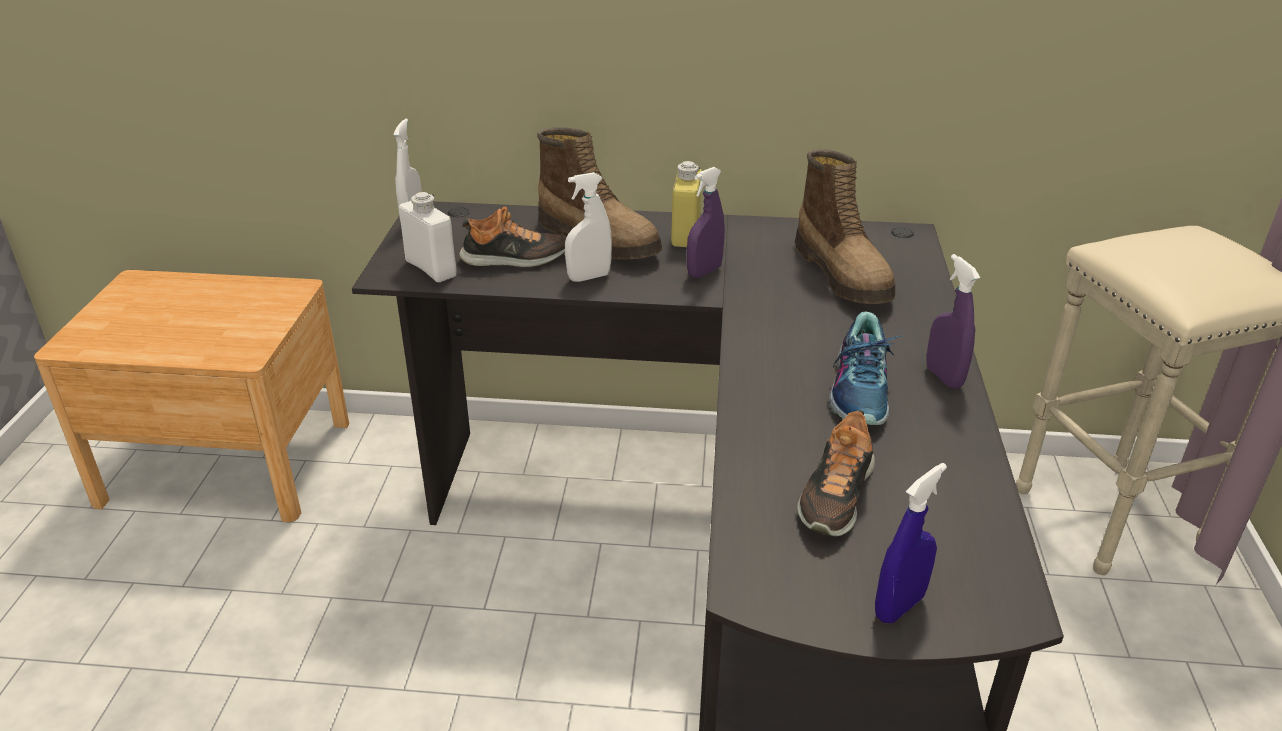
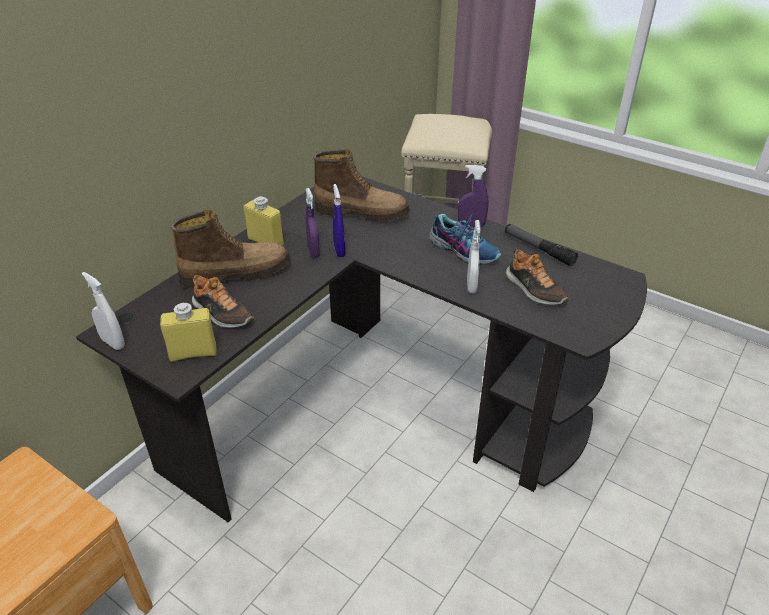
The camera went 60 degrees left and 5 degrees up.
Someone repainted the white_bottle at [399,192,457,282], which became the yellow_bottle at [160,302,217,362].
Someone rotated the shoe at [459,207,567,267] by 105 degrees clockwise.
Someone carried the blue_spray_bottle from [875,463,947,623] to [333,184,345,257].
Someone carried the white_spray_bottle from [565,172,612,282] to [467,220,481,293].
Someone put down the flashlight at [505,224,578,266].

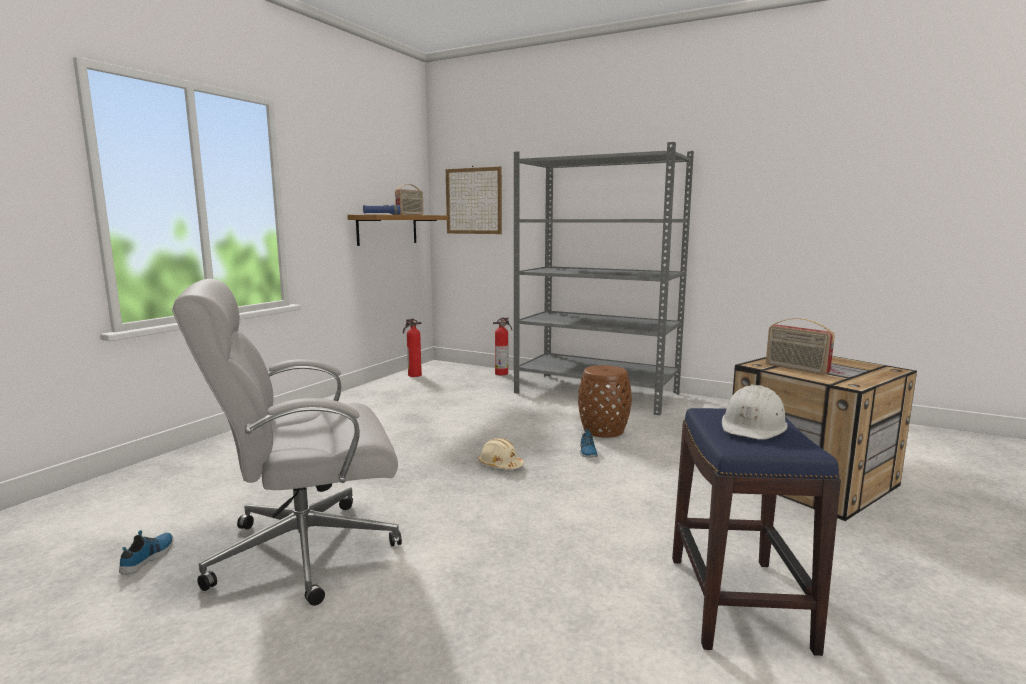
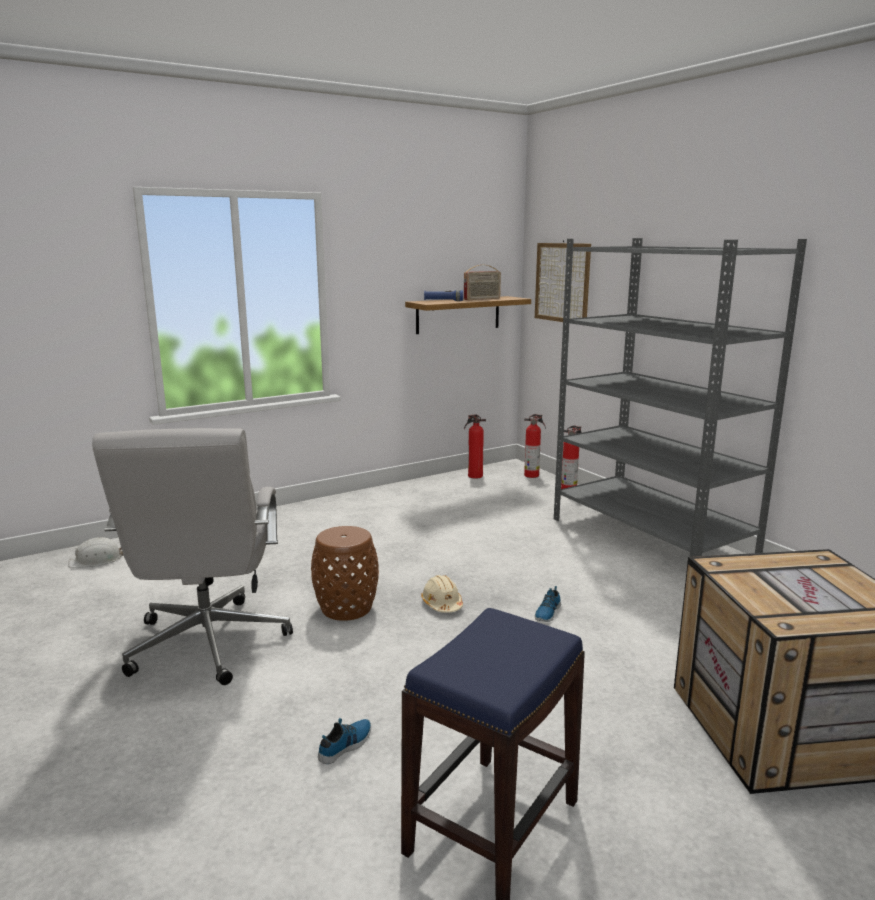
The camera went 30 degrees right and 5 degrees up.
Someone carried the white_hard_hat from [722,384,788,440] to [68,537,123,568].
Someone rotated the grey_office_chair at [172,279,402,606] by 105 degrees counterclockwise.
Someone carried the brown_stool from [578,365,632,438] to [311,526,379,621].
Someone carried the shoe from [119,530,174,575] to [318,718,371,764].
Someone put down the fire_extinguisher at [524,414,546,478].
Someone took away the radio at [766,318,835,375].

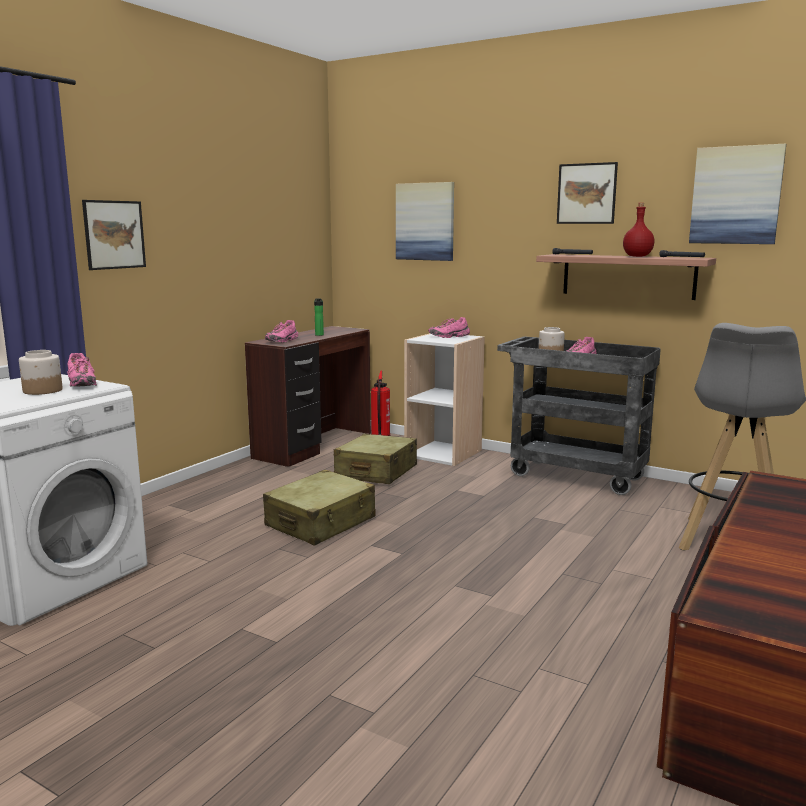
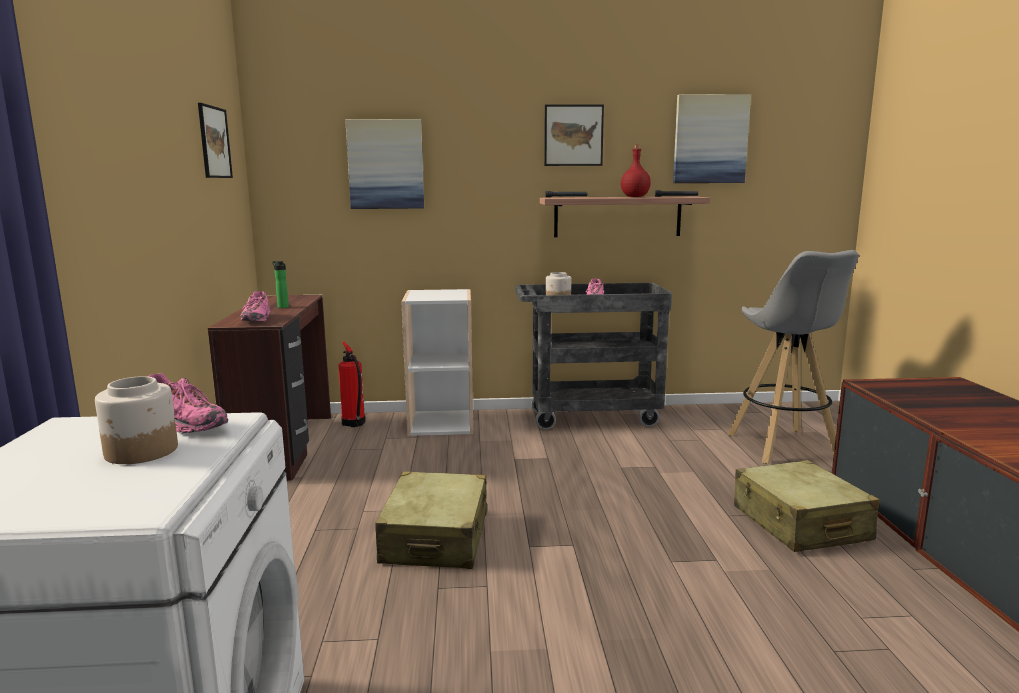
The camera went 35 degrees left and 0 degrees up.
Someone carried the picture from [82,200,146,270] to [198,103,233,178].
Someone carried the beige_suitcase from [334,433,417,484] to [734,460,880,552].
Someone took away the pink_shoe at [428,317,470,338].

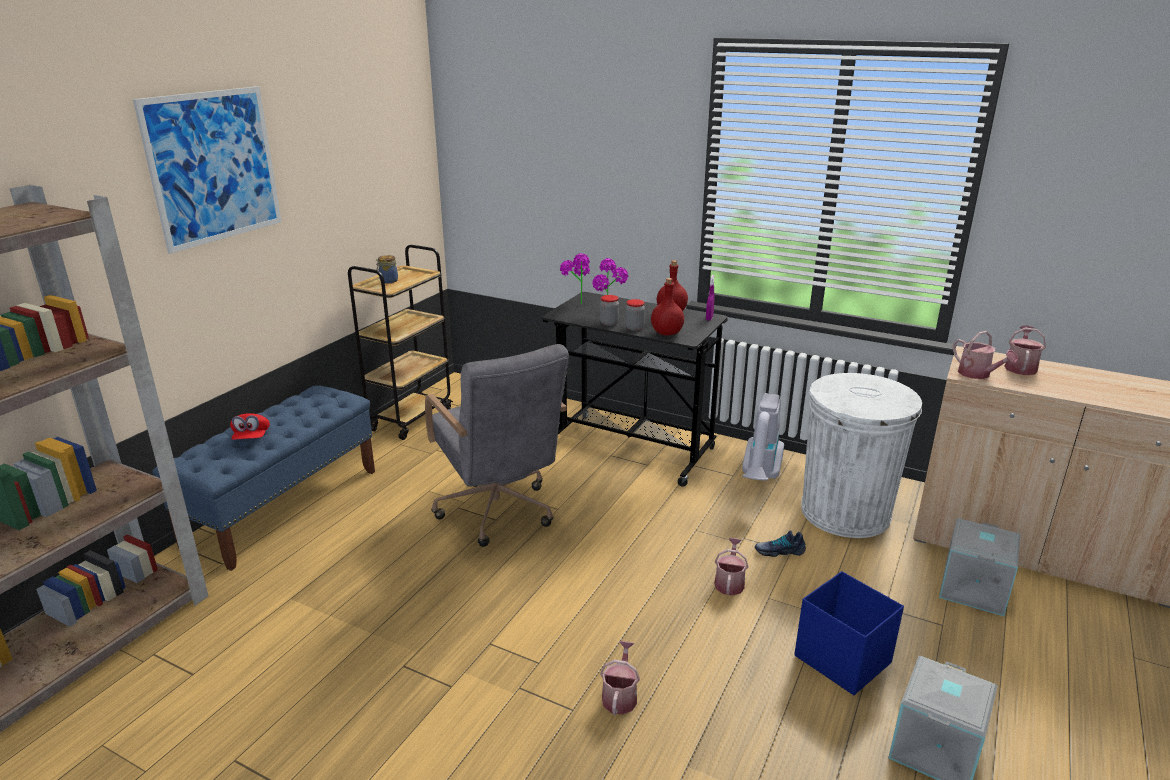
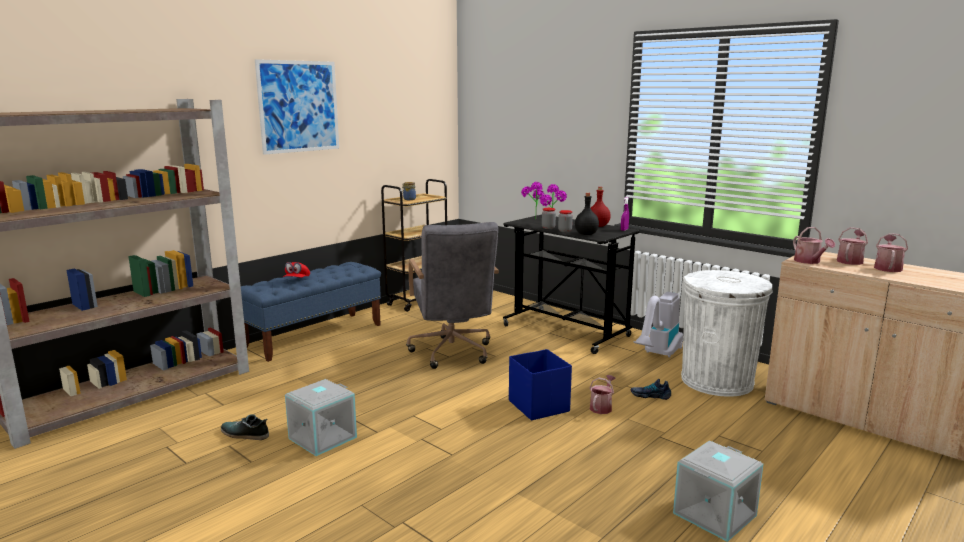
The camera went 15 degrees right and 10 degrees down.
Someone put down the shoe at [221,414,269,440].
Someone carried the grey_storage_box from [939,518,1020,616] to [285,379,357,456].
Someone carried the blue_storage_box from [795,571,904,695] to [509,349,572,421].
Someone repainted the red_bottle at [651,278,684,336], which became the black_bottle at [575,193,599,235].
Someone carried the watering_can from [600,641,640,715] to [874,233,908,272].

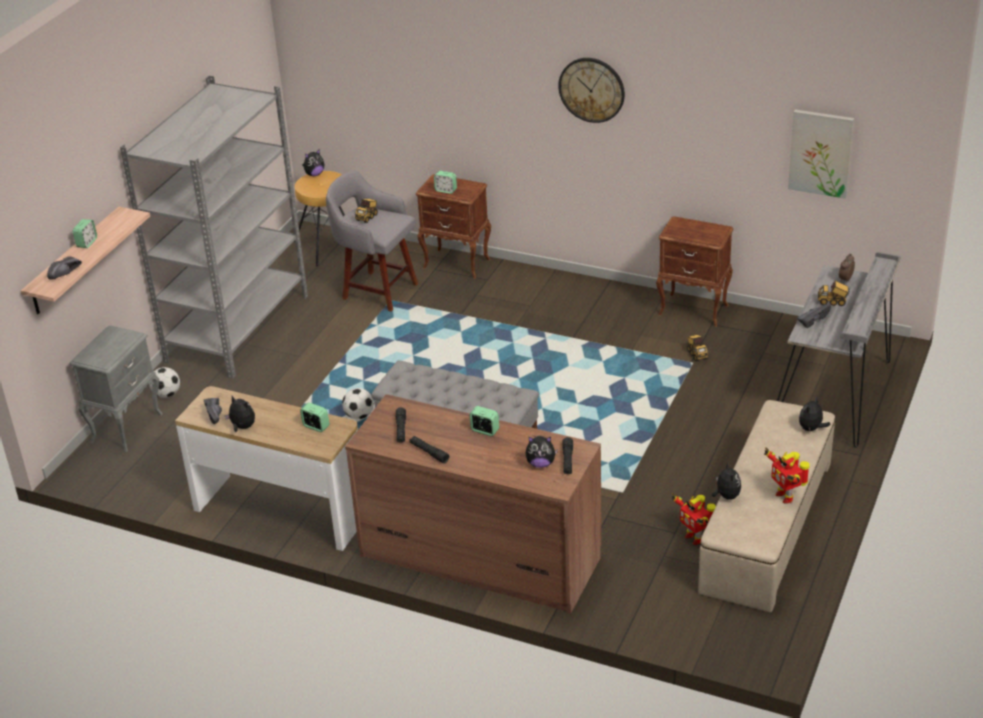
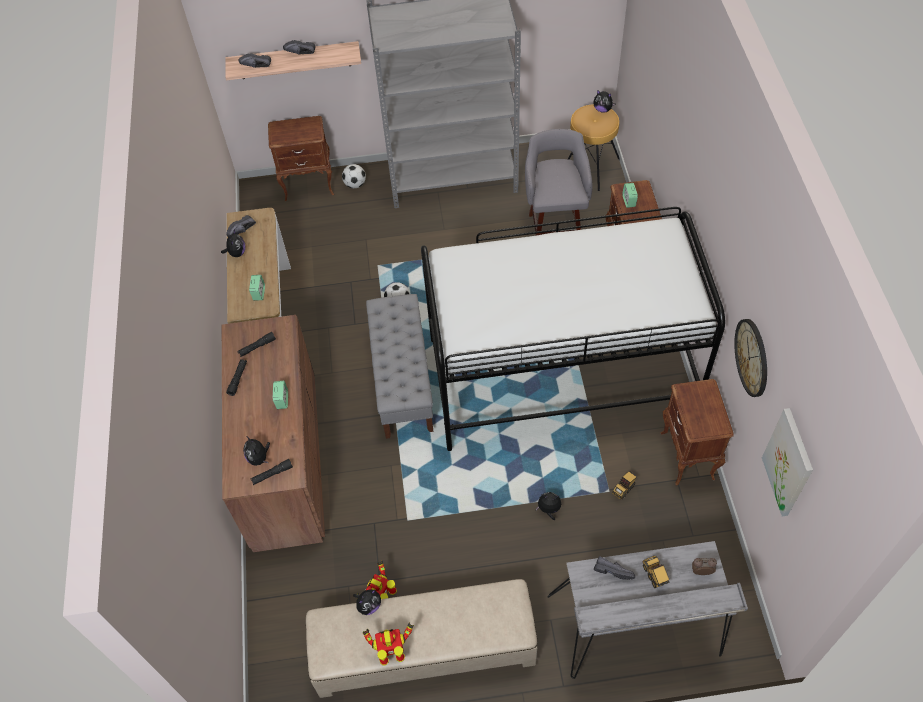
The camera went 60 degrees right and 20 degrees up.
Someone repainted the grey_nightstand at [69,326,163,452], which became the brown_nightstand at [268,116,334,201].
Someone swapped the alarm_clock at [73,219,97,248] for the black_shoe at [283,40,315,55].
Someone rotated the toy_robot at [764,448,810,504] by 45 degrees clockwise.
Someone put down the black_bed at [421,207,725,451].
Someone carried the plush_toy from [799,396,831,432] to [536,492,561,521].
Someone carried the wall_clock from [558,58,625,123] to [734,319,767,397].
Someone took away the toy_truck at [355,199,378,223].

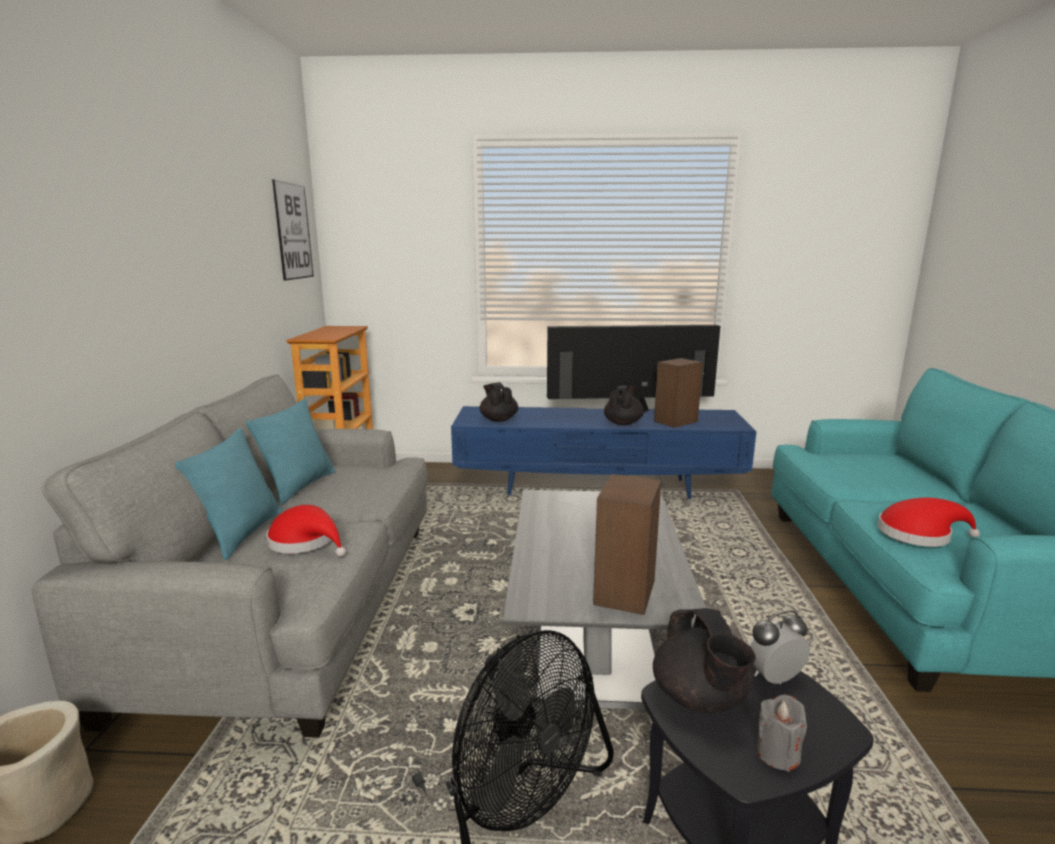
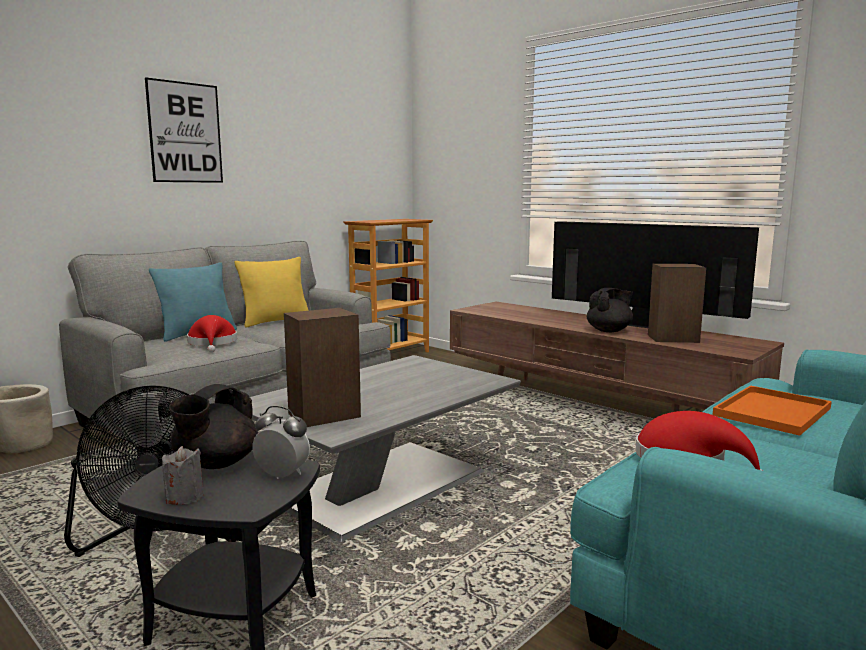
The camera went 40 degrees right and 5 degrees down.
Someone carried the picture from [272,179,314,281] to [145,77,223,183].
Someone repainted the turquoise_pillow at [246,398,336,505], which became the yellow_pillow at [235,257,309,328].
Someone repainted the blue_tv_stand at [451,406,756,499], which became the brown_tv_stand at [450,301,784,412].
Someone put down the orange_tray at [713,385,832,436].
Someone took away the black_teapot at [480,382,518,422].

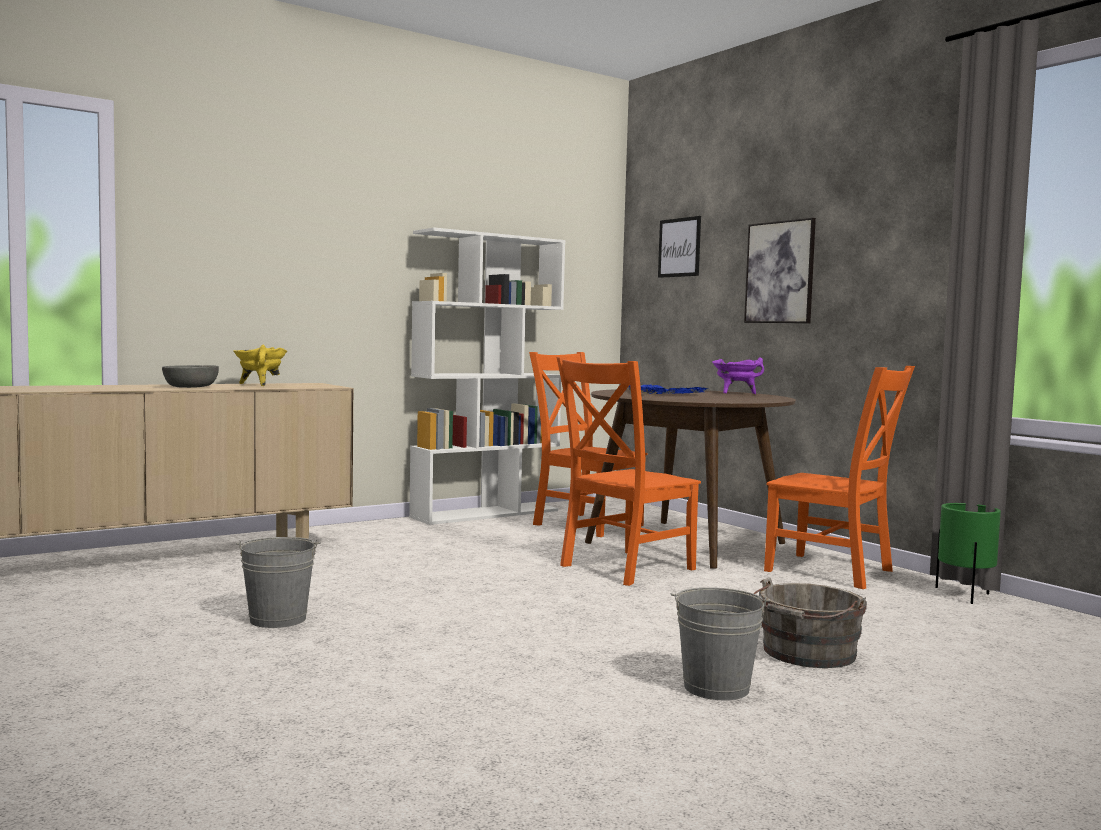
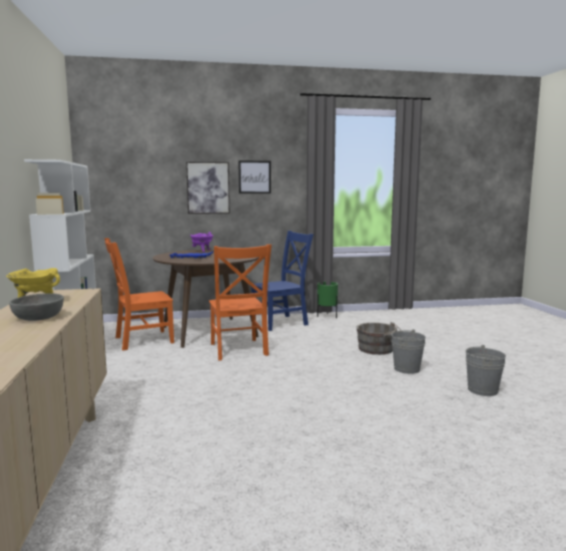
The camera went 65 degrees left and 5 degrees up.
Someone carried the picture from [658,216,701,278] to [239,160,271,194].
Someone repainted the orange_chair at [764,366,915,589], which became the blue_chair at [252,231,314,331].
Someone carried the grey_bucket from [236,537,321,628] to [465,345,506,396].

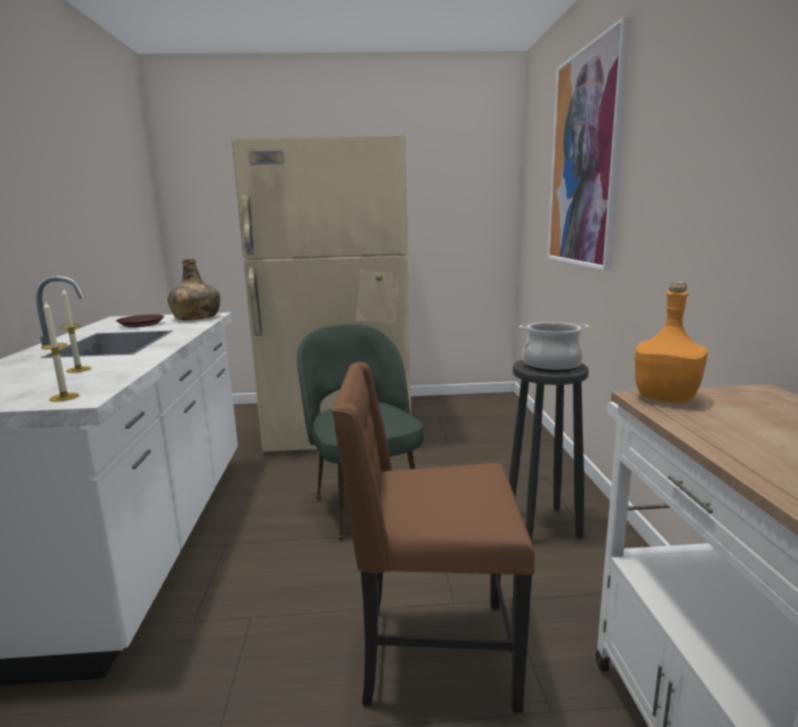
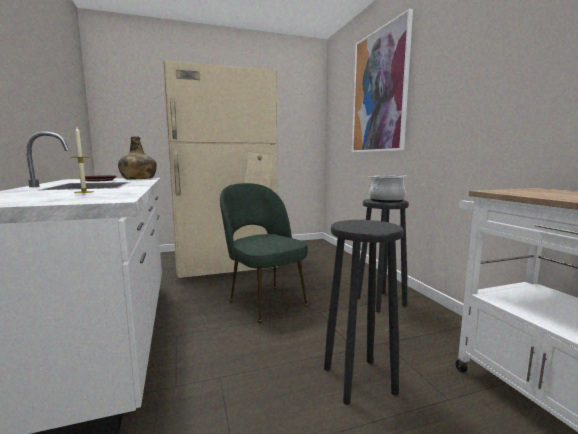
The camera went 15 degrees left and 5 degrees down.
Someone swapped the brown_chair at [331,362,535,713] for the black_stool at [324,220,404,405].
Someone took away the candle at [41,301,79,402].
Someone took away the orange_bottle at [635,282,708,403].

